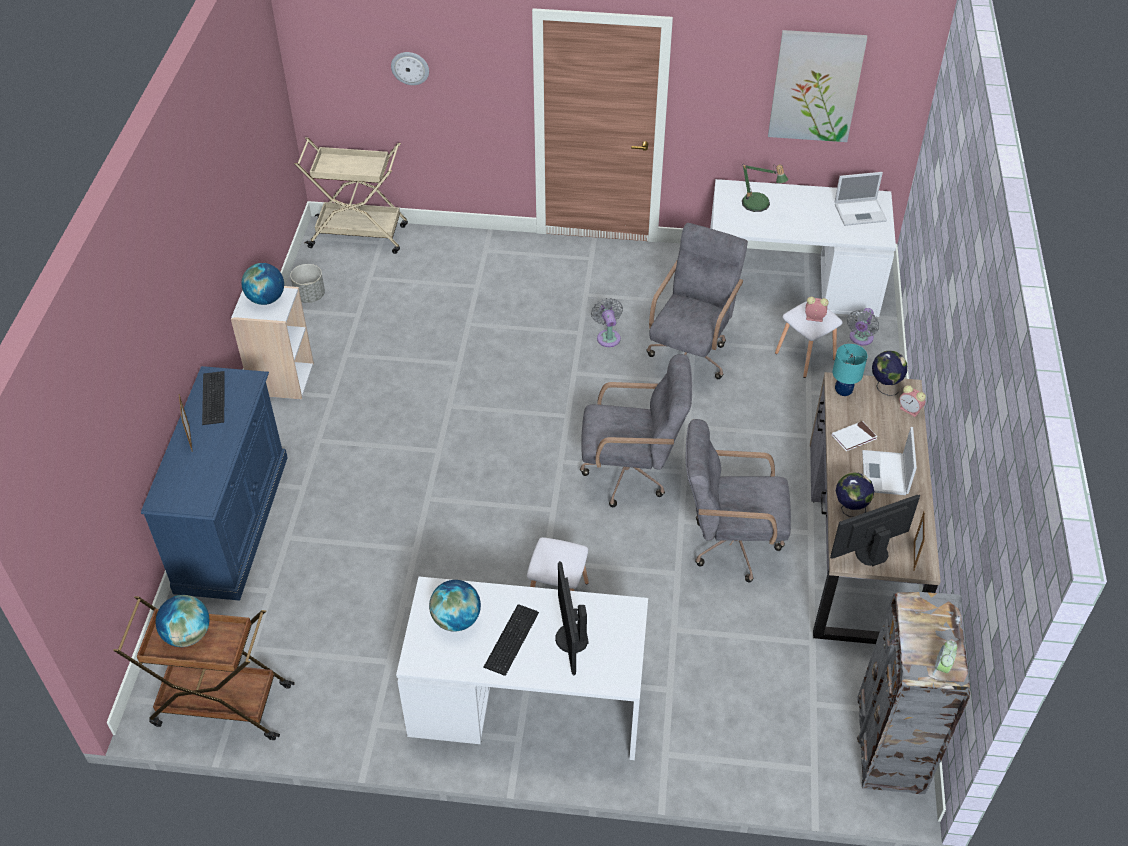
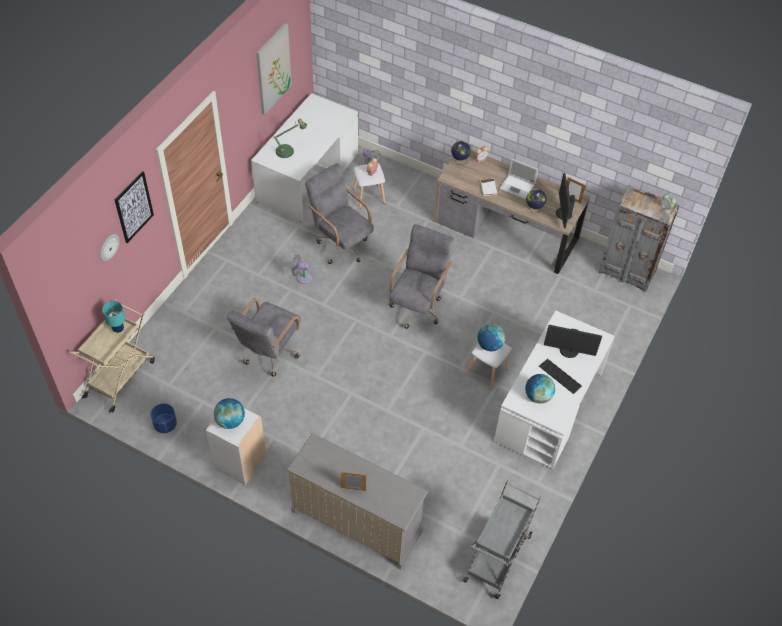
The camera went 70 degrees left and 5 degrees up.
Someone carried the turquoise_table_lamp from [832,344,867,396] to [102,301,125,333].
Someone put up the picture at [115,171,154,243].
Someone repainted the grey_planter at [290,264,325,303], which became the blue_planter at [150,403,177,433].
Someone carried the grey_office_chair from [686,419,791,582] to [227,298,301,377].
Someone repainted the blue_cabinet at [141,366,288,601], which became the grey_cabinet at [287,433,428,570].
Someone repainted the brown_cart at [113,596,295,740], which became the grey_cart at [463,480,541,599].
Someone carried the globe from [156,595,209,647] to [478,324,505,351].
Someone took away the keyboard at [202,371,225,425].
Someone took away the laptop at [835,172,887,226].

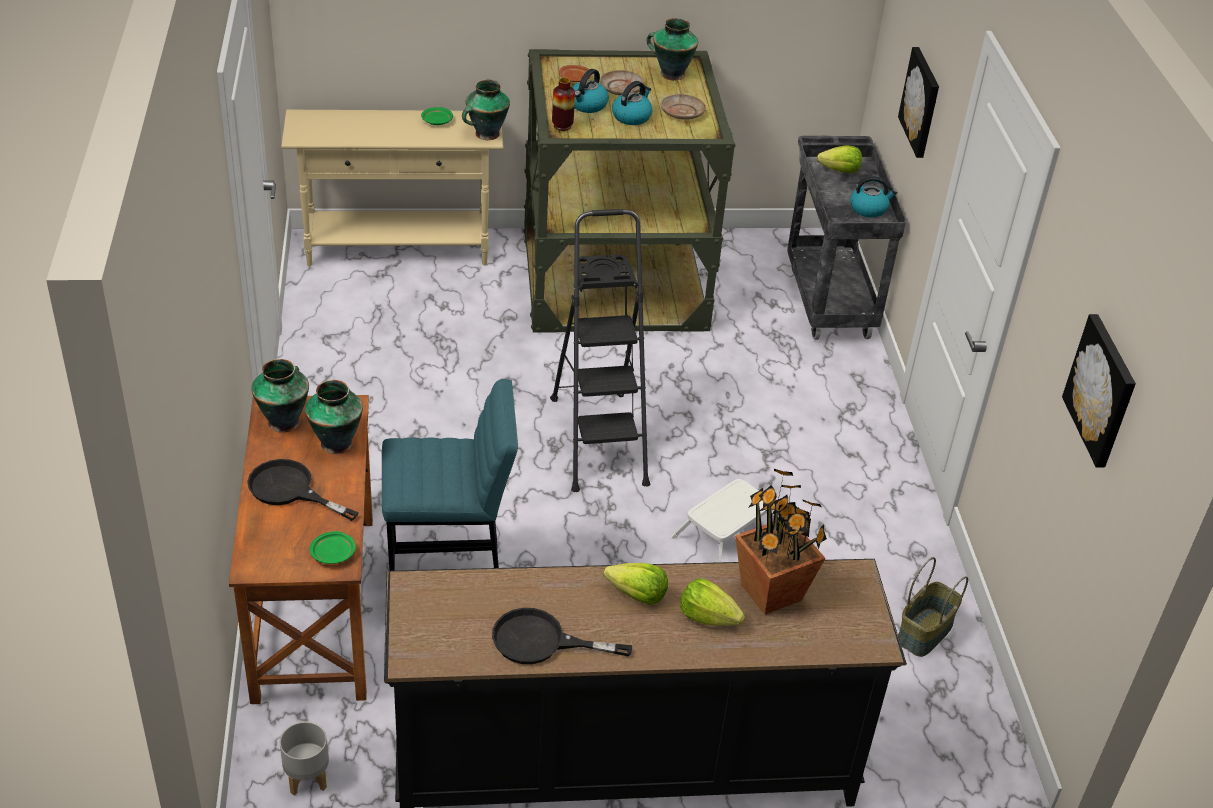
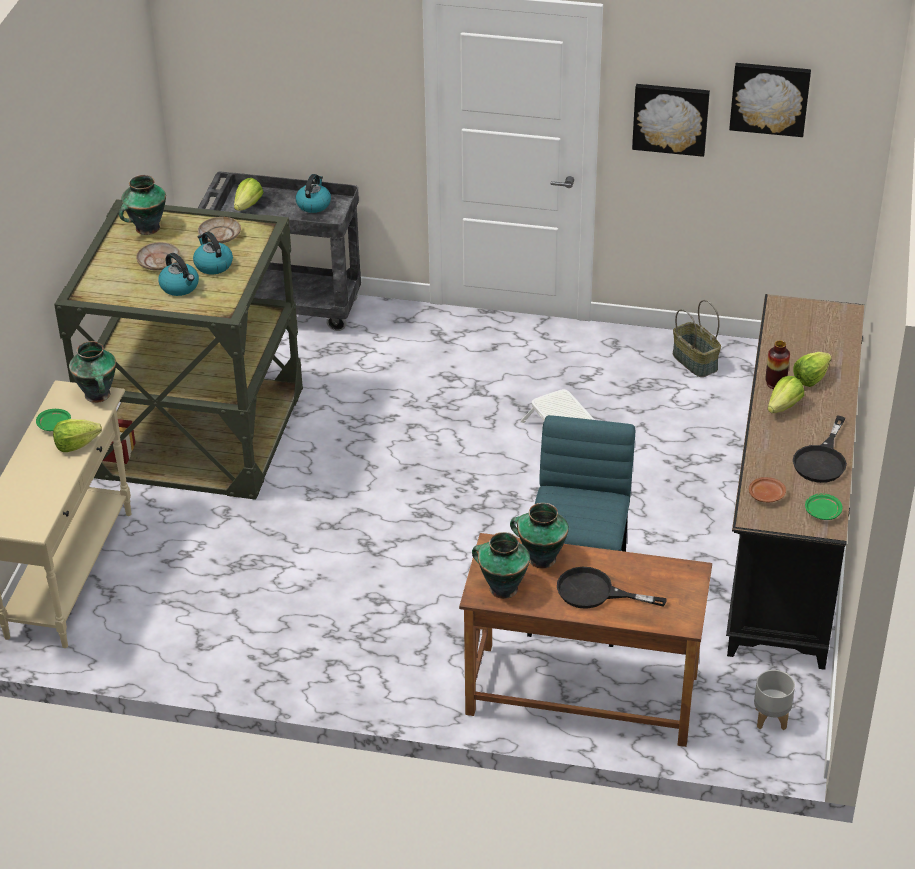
The camera went 70 degrees left and 0 degrees up.
Someone put down the lettuce at [53,419,102,452].
Someone rotated the black_frying_pan at [247,459,359,521] by 60 degrees clockwise.
Someone carried the picture from [898,47,939,158] to [632,84,710,157].
Someone carried the brown_plate from [559,65,592,82] to [749,477,786,502].
Someone carried the vase from [552,78,575,131] to [765,340,790,389].
Someone carried the green_plate from [309,531,356,564] to [805,494,843,520].
Someone took away the step_ladder at [550,209,650,492].
Someone took away the potted_plant at [735,469,827,614].

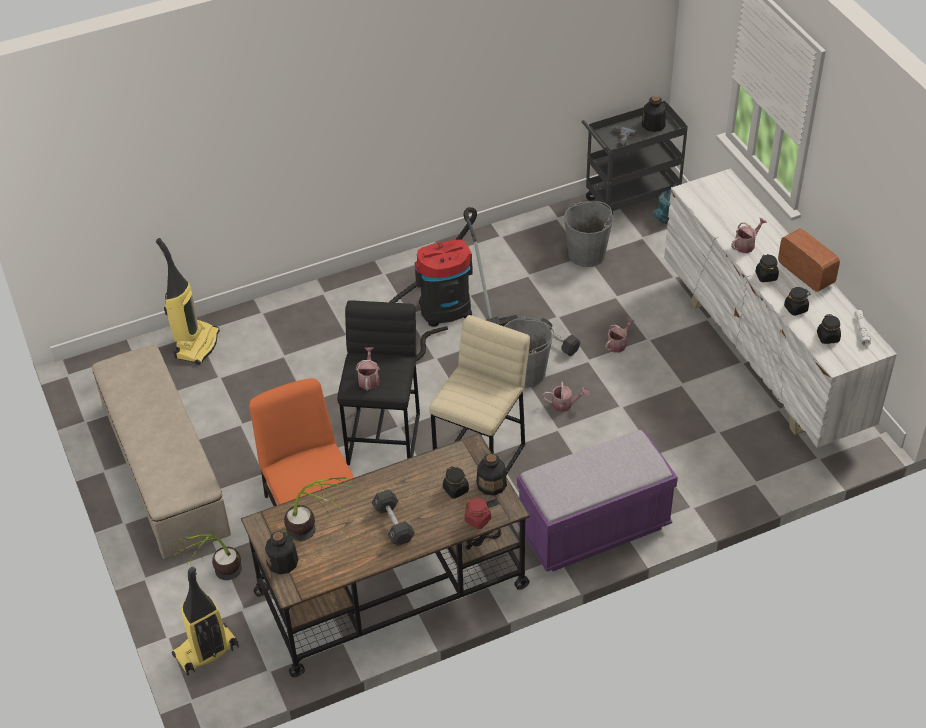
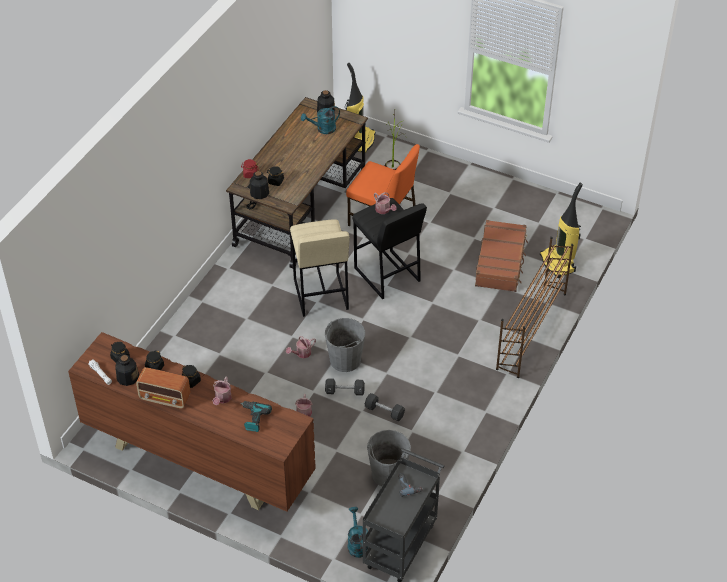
The camera went 140 degrees right and 0 degrees up.
Someone repainted the white_cabinet at [664,169,897,448], which became the brown_cabinet at [68,332,316,512].
Someone carried the bottle from [642,96,666,132] to [115,355,139,386].
Someone put down the power_drill at [240,401,272,432].
Someone swapped the potted_plant at [284,477,351,541] for the turquoise_watering_can at [301,106,340,134].
Someone carried the black_dumbbell from [372,489,415,546] to [365,393,405,421].
Someone put down the brown_suitcase at [475,220,528,292].
Someone put down the brown_shoe_rack at [496,237,574,378].
Someone took away the beige_bench at [92,345,231,559].
Someone took away the vacuum_cleaner at [390,207,518,361].
Someone took away the purple_bench at [517,430,678,572].

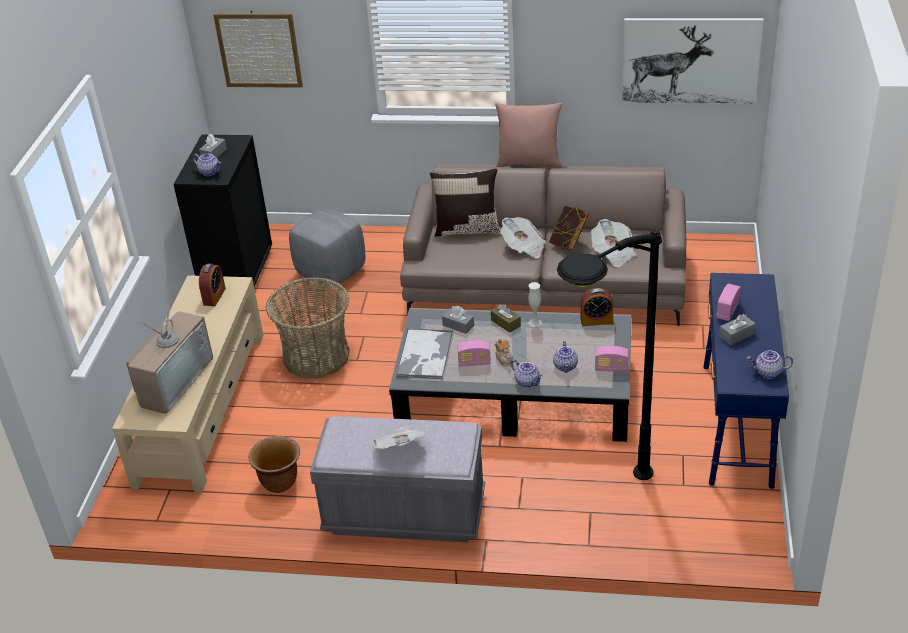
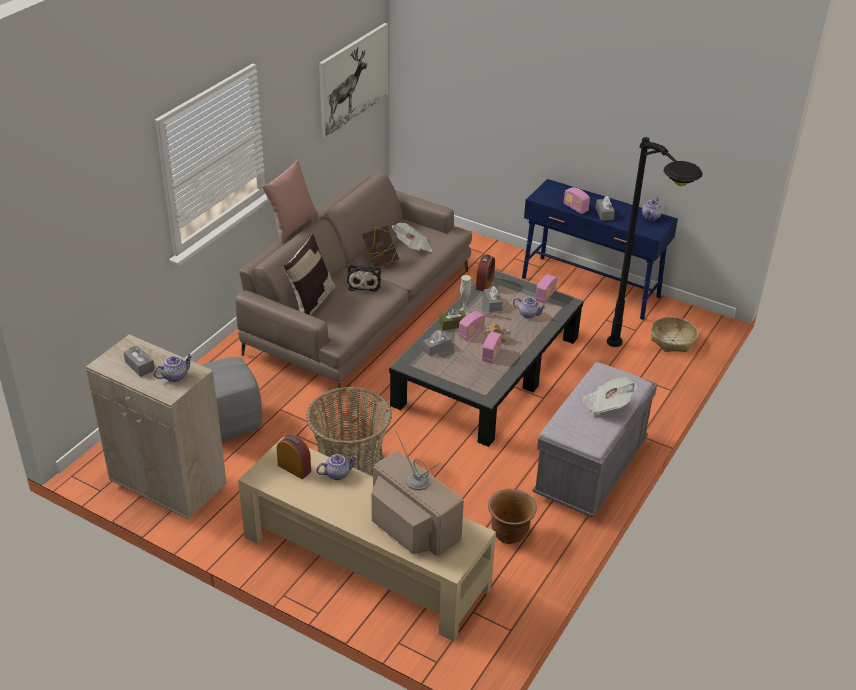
The camera went 70 degrees left and 0 degrees up.
Someone repainted the black_cabinet at [174,134,272,287], which became the beige_cabinet at [86,334,227,520].
Someone carried the teapot from [511,360,543,388] to [317,454,357,480].
Someone swapped the newspaper at [500,217,546,258] for the plush_toy at [347,264,381,292].
Someone put down the radio at [459,311,485,340].
Someone put down the grey_tissue_box at [483,286,503,312].
Someone put down the basket at [651,317,698,352].
Someone took away the picture at [213,11,303,88].
Someone took away the tray at [396,329,454,379].

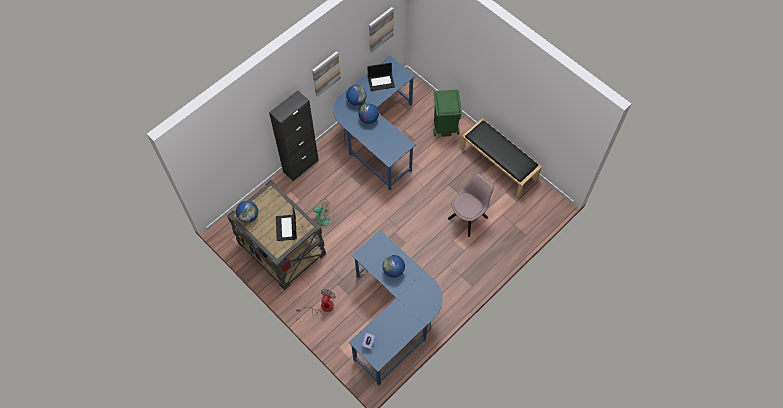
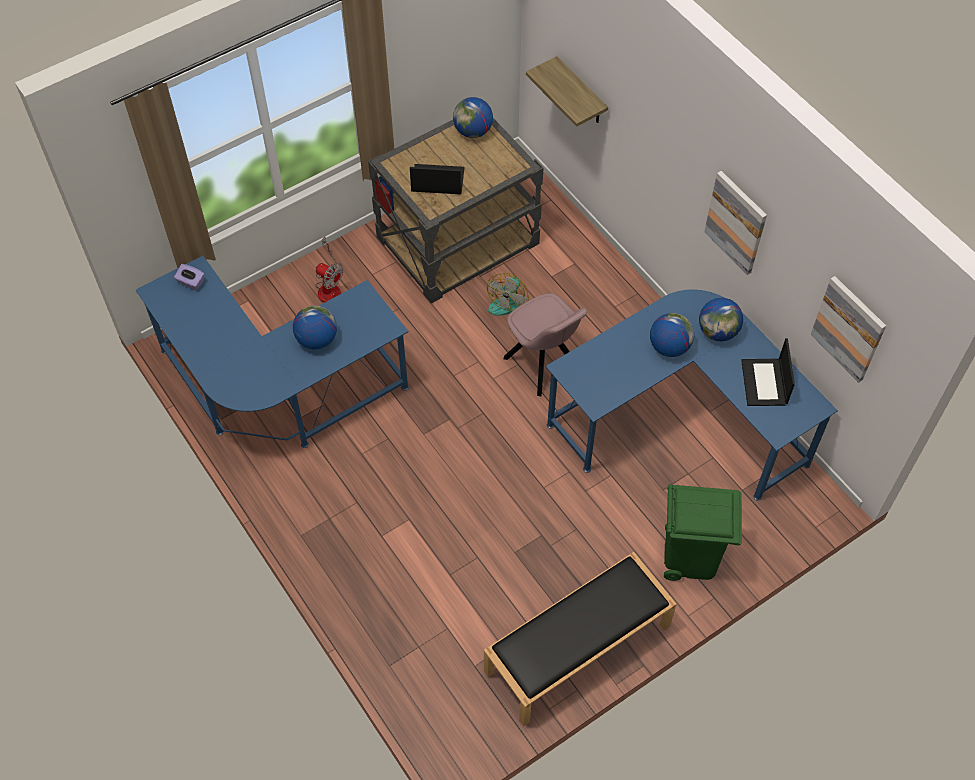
The camera went 100 degrees right and 5 degrees down.
Someone carried the pink_chair from [448,174,494,237] to [504,293,587,396].
Someone put up the shelf at [526,56,608,127].
Someone took away the black_cabinet at [269,90,319,181].

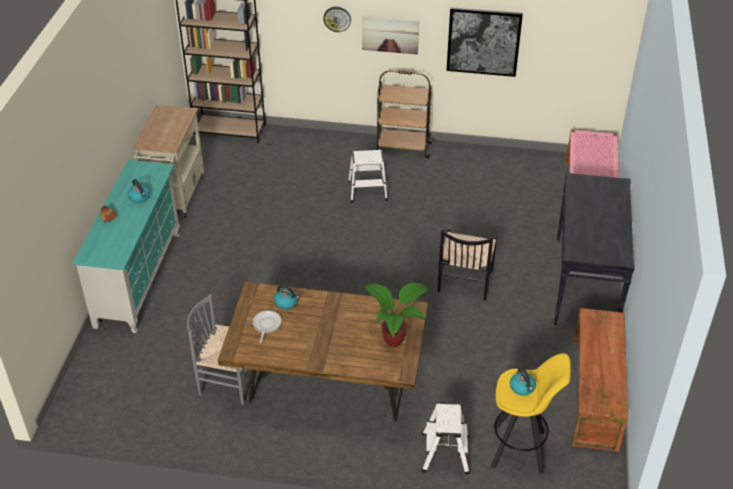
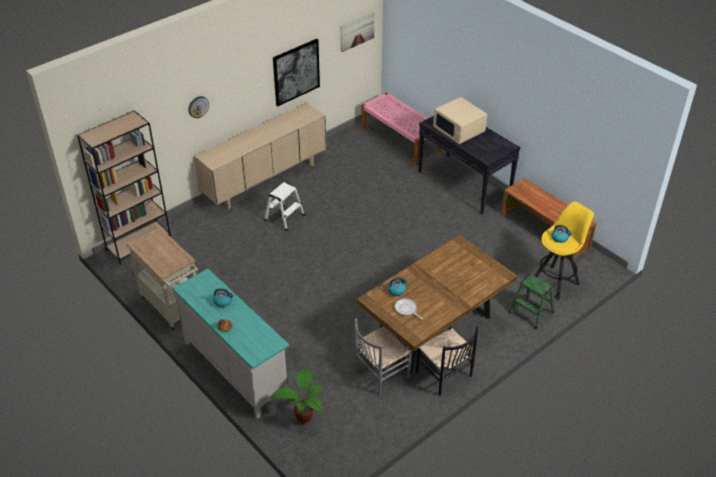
The camera went 50 degrees left and 0 degrees up.
Someone swapped the brown_cart at [376,70,435,159] for the beige_cabinet at [194,103,326,209].
Someone carried the potted_plant from [363,283,428,347] to [269,369,324,424].
Someone carried the picture from [362,16,419,55] to [341,12,374,52].
Someone carried the black_chair from [438,229,497,300] to [416,326,478,396].
Someone put down the beige_microwave at [433,97,487,144].
Someone repainted the white_step_ladder at [421,402,470,475], which became the green_step_ladder at [509,274,555,330].

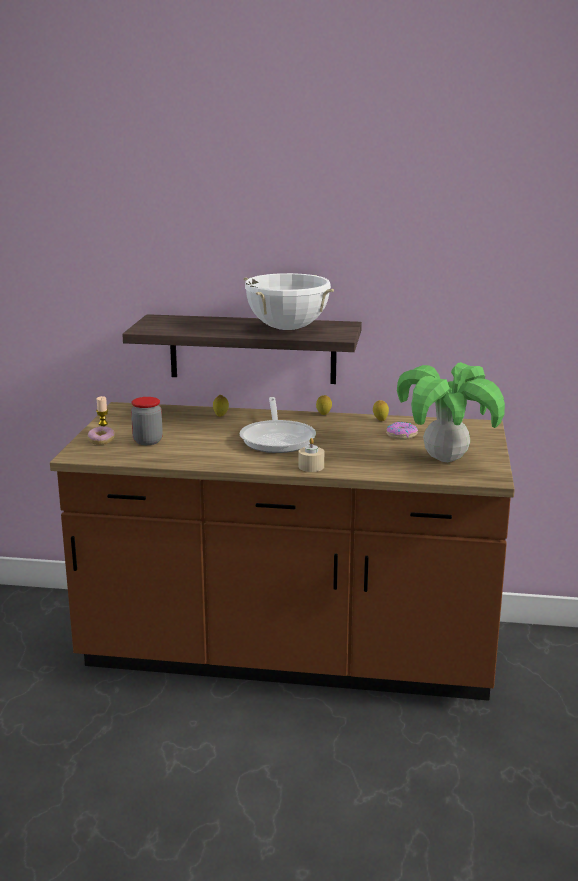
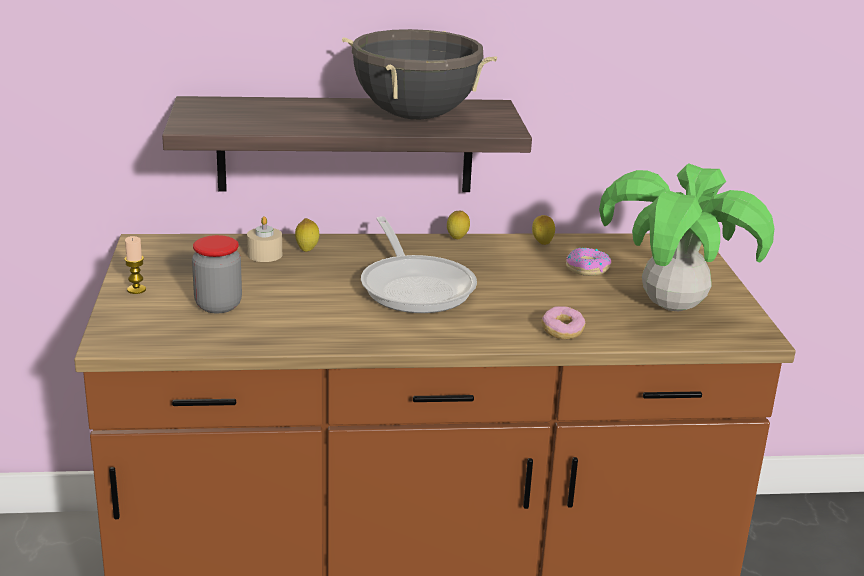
The camera went 15 degrees left and 5 degrees up.
Someone carried the beige_candle from [299,438,324,472] to [247,216,282,262].
Someone repainted the white_cooking_pot at [244,273,334,330], which became the black_cooking_pot at [342,29,497,120].
Someone carried the donut from [87,426,115,445] to [541,306,585,340].

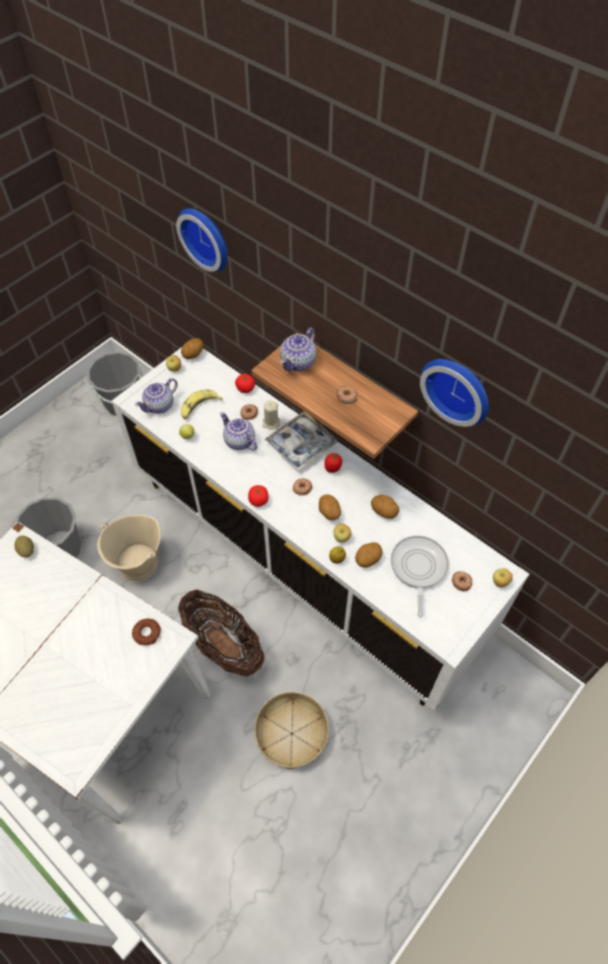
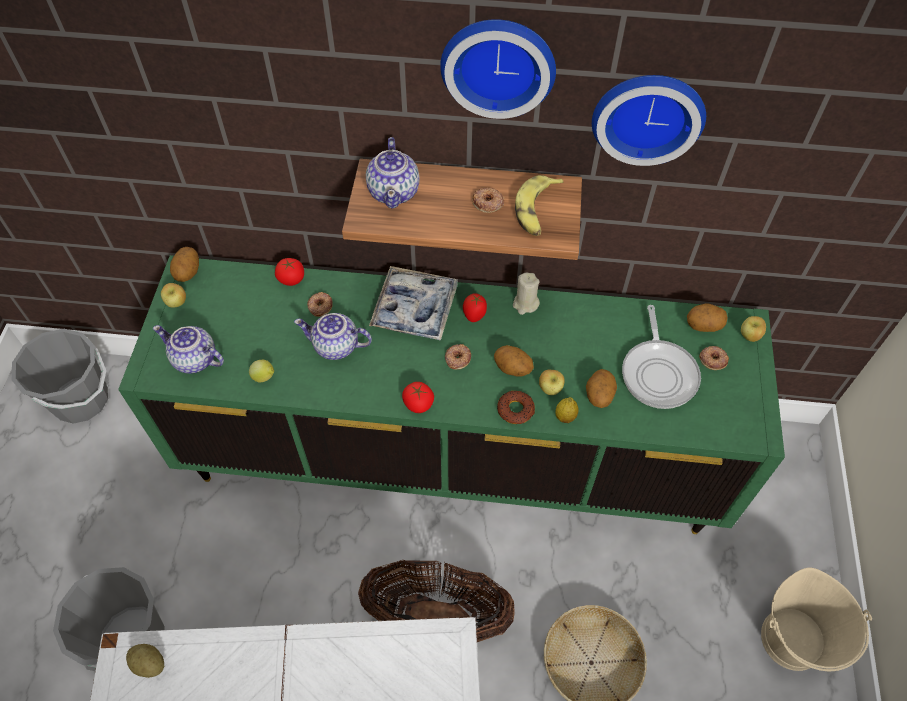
The camera went 35 degrees left and 0 degrees up.
Someone repainted the white_cabinet at [112,346,529,710], which became the green_cabinet at [118,255,785,534].
Someone rotated the teapot at [135,378,178,414] by 105 degrees clockwise.
Someone carried the wall_clock from [176,208,227,272] to [440,19,556,119].
Someone carried the donut from [132,618,161,645] to [497,391,535,424].
Someone carried the beige_candle from [263,401,280,430] to [513,273,540,315].
Someone carried the banana from [181,390,223,420] to [515,175,564,236].
Someone rotated the frying_pan at [391,536,449,617] by 150 degrees counterclockwise.
Someone carried the potato from [371,495,399,519] to [687,304,728,332].
Someone carried the beige_bucket from [97,515,160,581] to [761,568,872,671].

